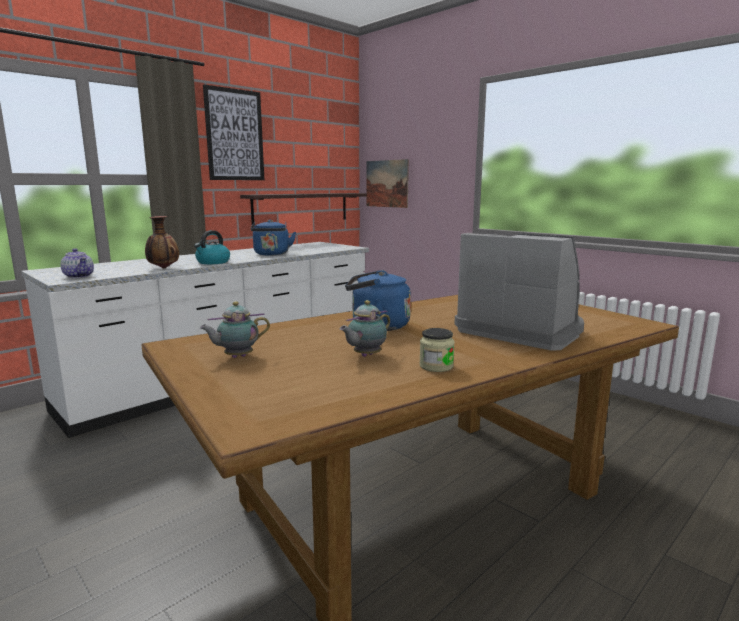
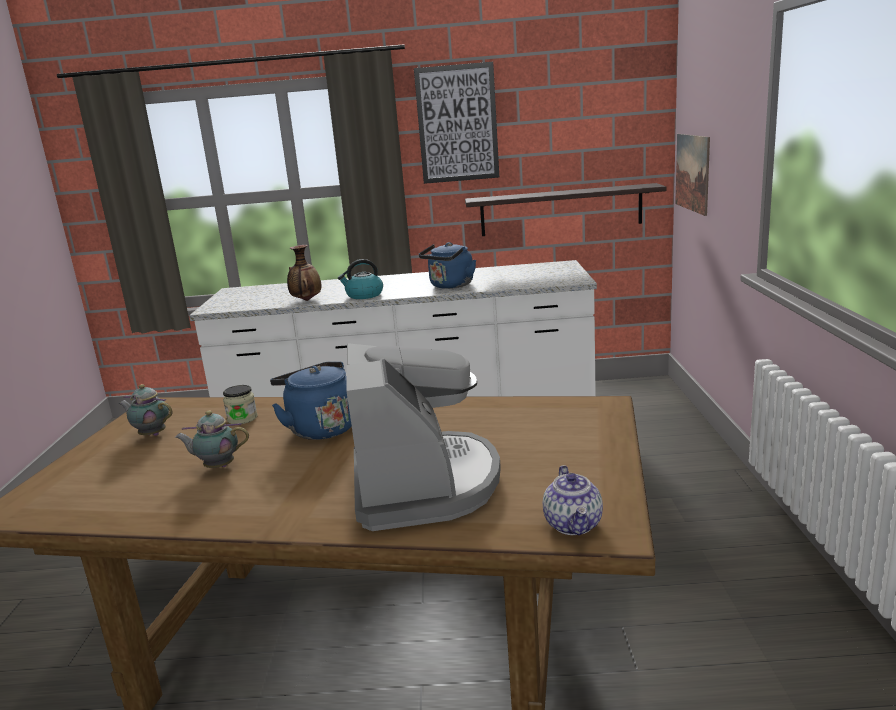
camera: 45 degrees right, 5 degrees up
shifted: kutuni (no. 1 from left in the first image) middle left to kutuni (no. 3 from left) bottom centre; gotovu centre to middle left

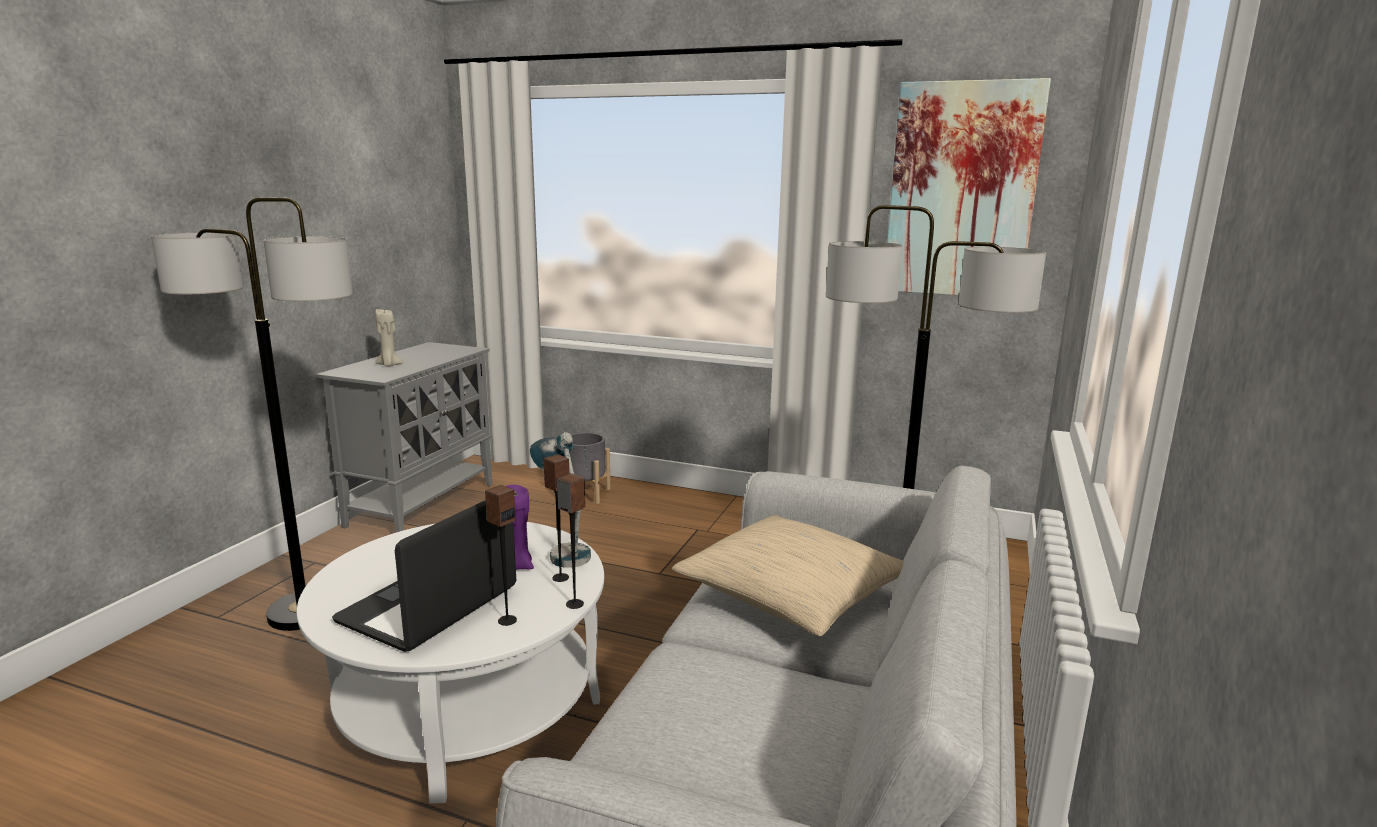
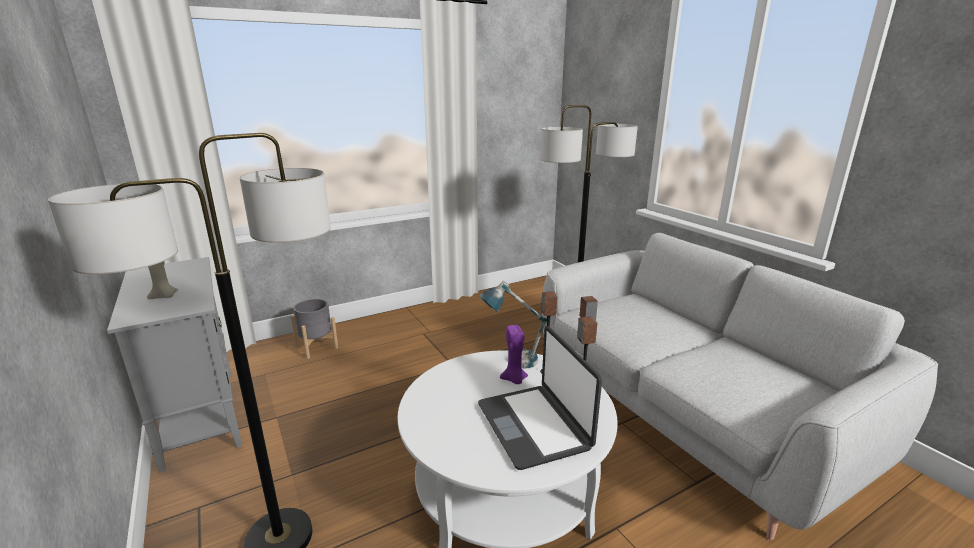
camera: 50 degrees left, 5 degrees up
gone: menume top right; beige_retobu bottom centre

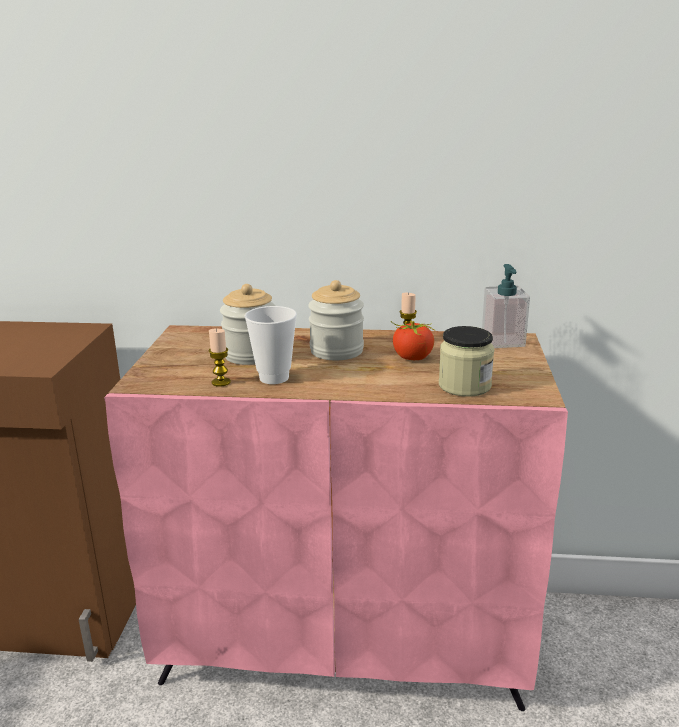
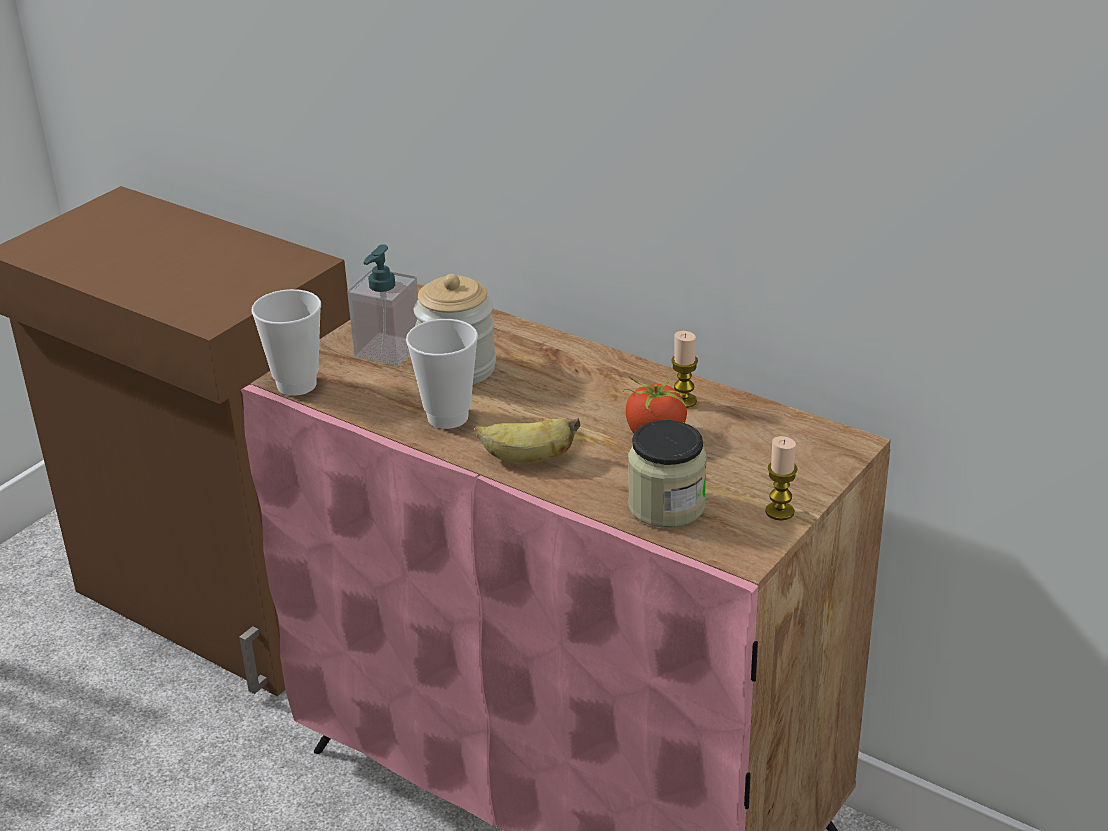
camera: 30 degrees right, 10 degrees up
gone: gotovu (no. 2 from left) centre
new: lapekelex (no. 1 from left) middle left; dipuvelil centre
shifted: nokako middle right to centre; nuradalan (no. 1 from left in the first image) middle left to nuradalan (no. 2 from left) middle right

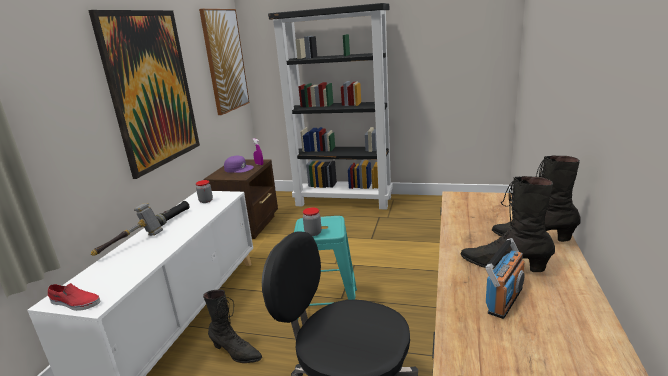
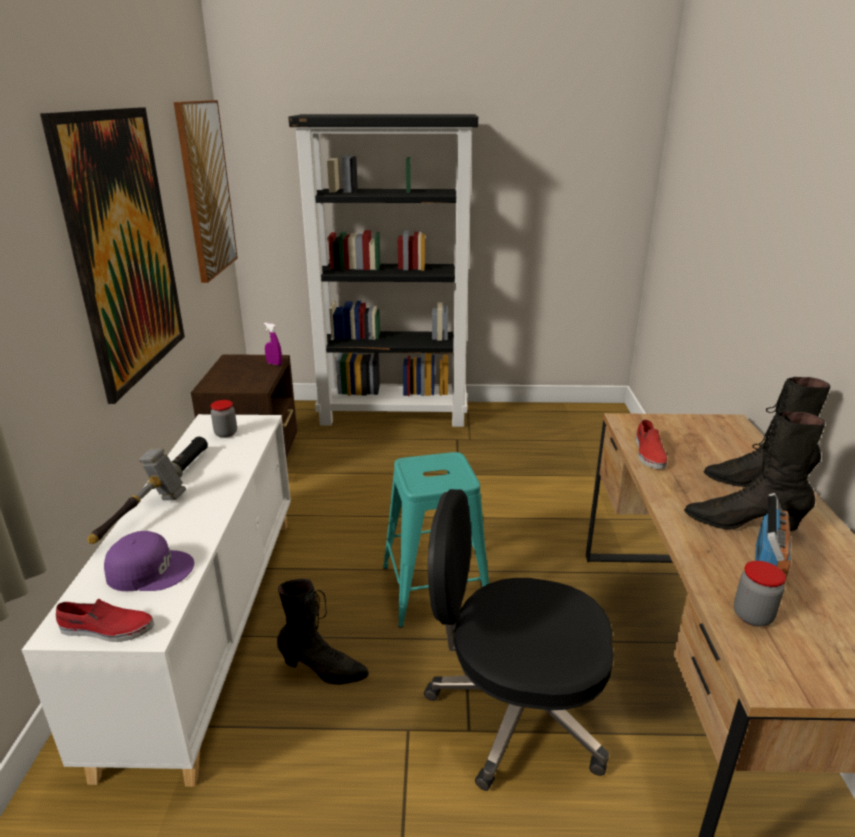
camera: 15 degrees left, 5 degrees up
new: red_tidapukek (no. 2 from left) middle right
shifted: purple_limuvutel centre to bottom left; gotovu (no. 2 from left) centre to bottom right

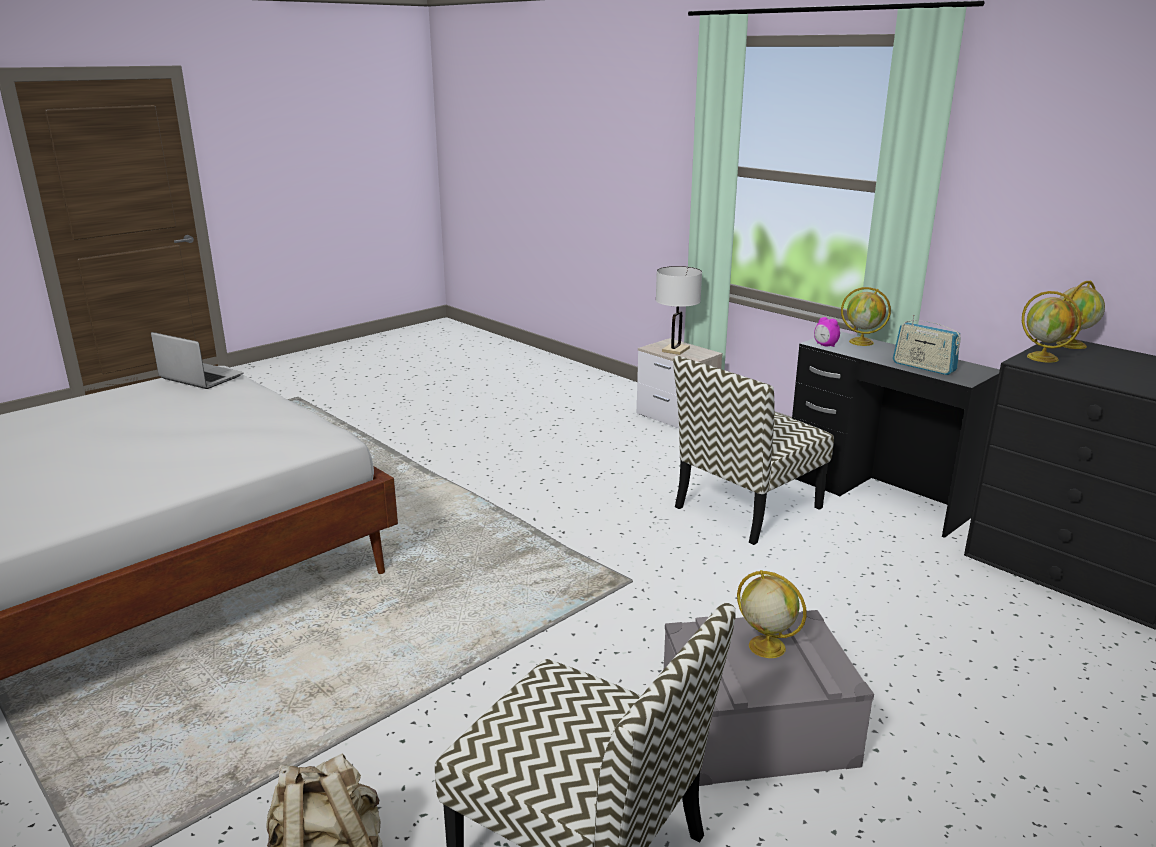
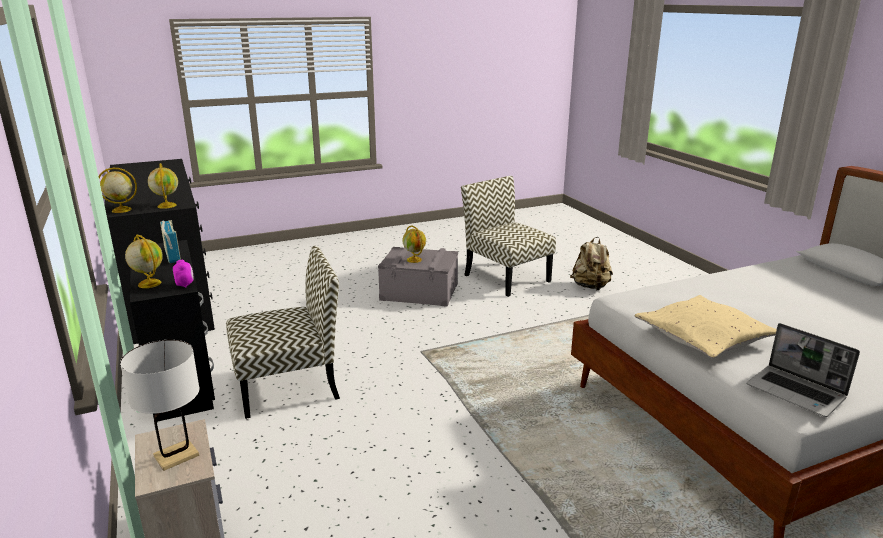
camera: 160 degrees left, 0 degrees up
new: beige_retobu middle right

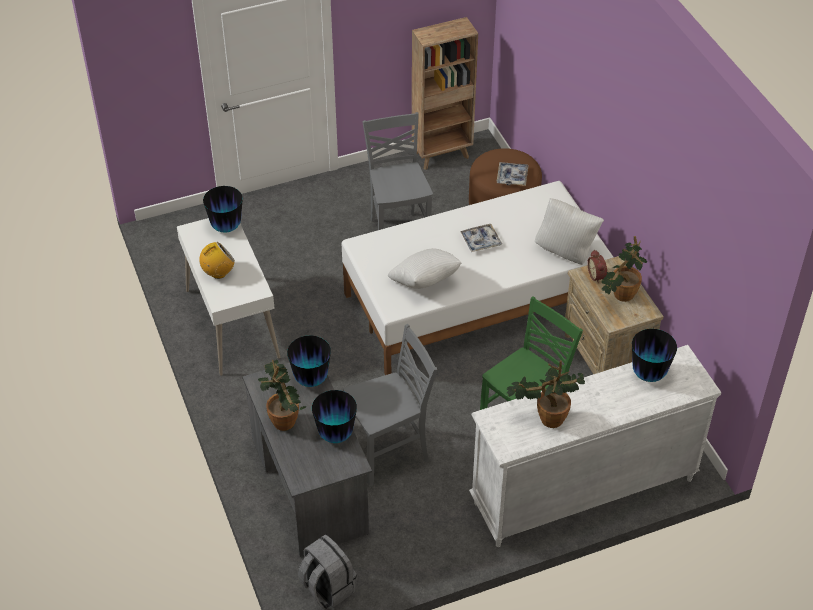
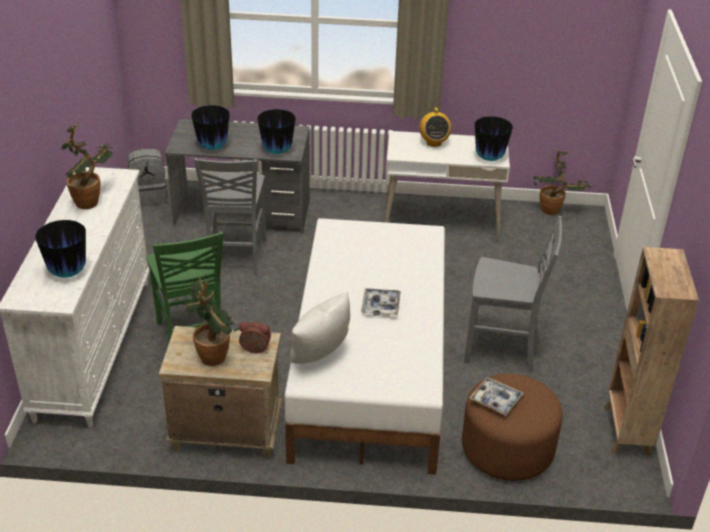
camera: 115 degrees right, 10 degrees down
gone: white_retobu (no. 1 from left) centre
shifted: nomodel (no. 1 from left in the first image) centre to nomodel (no. 3 from left) middle right

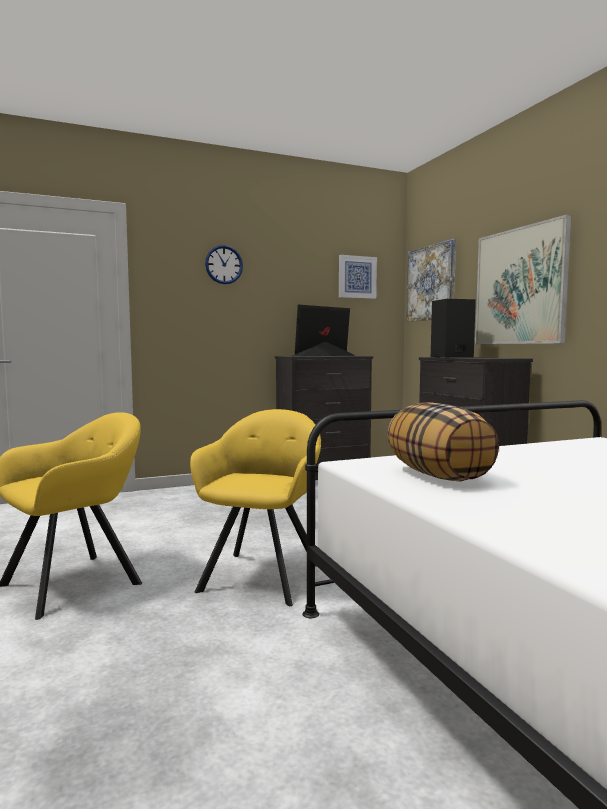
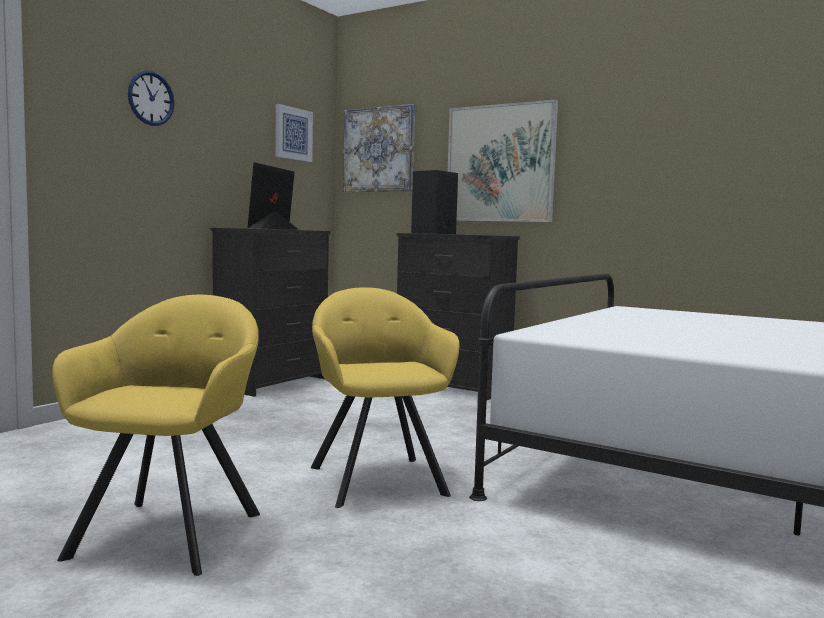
camera: 35 degrees left, 0 degrees up
gone: retobu middle right

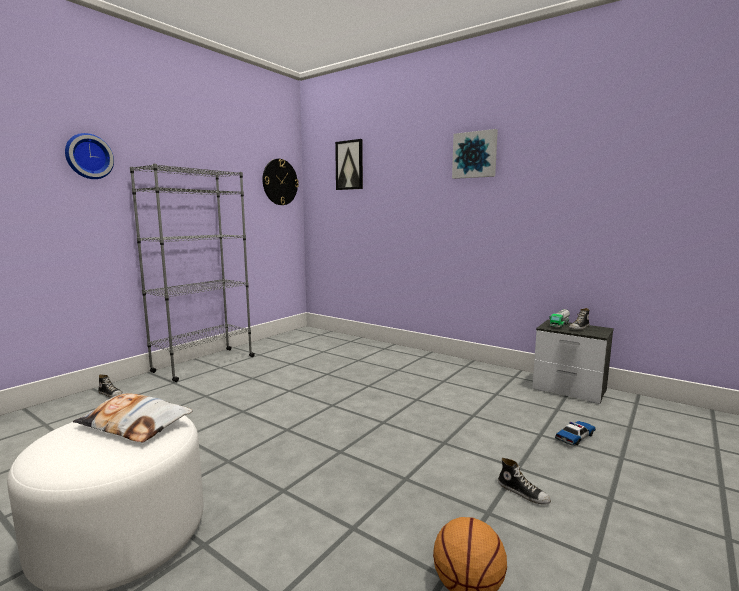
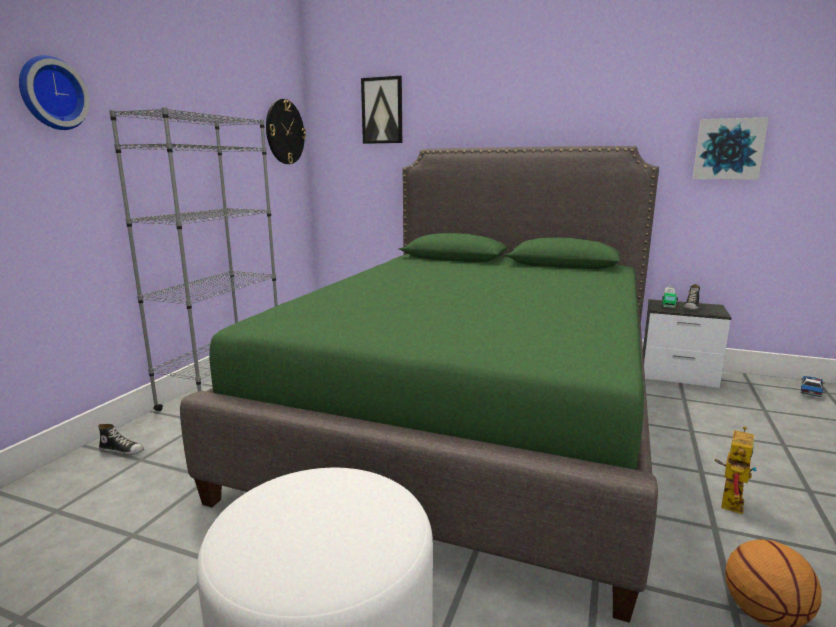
camera: 15 degrees left, 5 degrees up
gone: retobu bottom left
new: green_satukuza centre
shifted: menume (no. 2 from left) top centre to top right; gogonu bottom right to middle right
swapped: tidapukek (no. 2 from left) bottom right to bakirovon bottom right

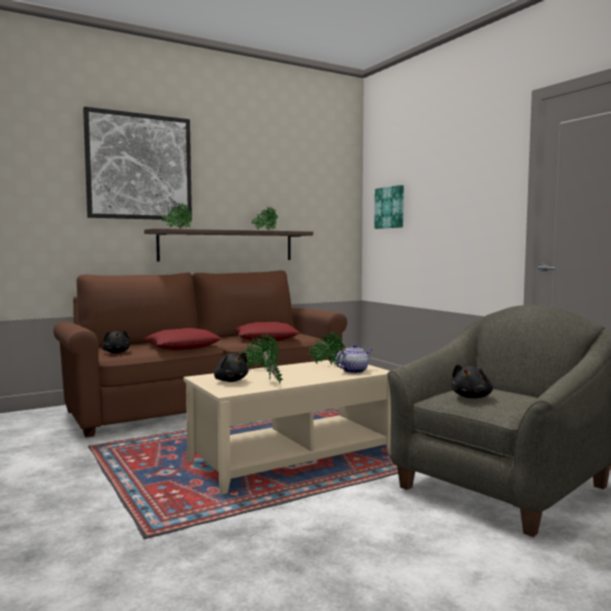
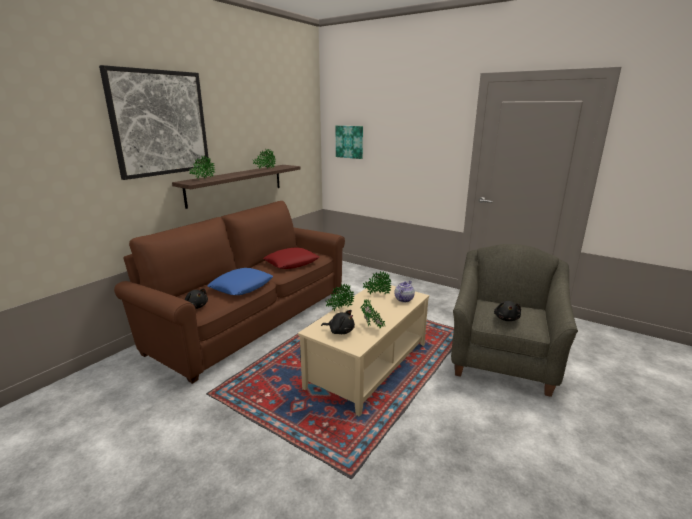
camera: 25 degrees left, 15 degrees up
repainted: red_retobu (no. 1 from left) middle left to blue_retobu centre

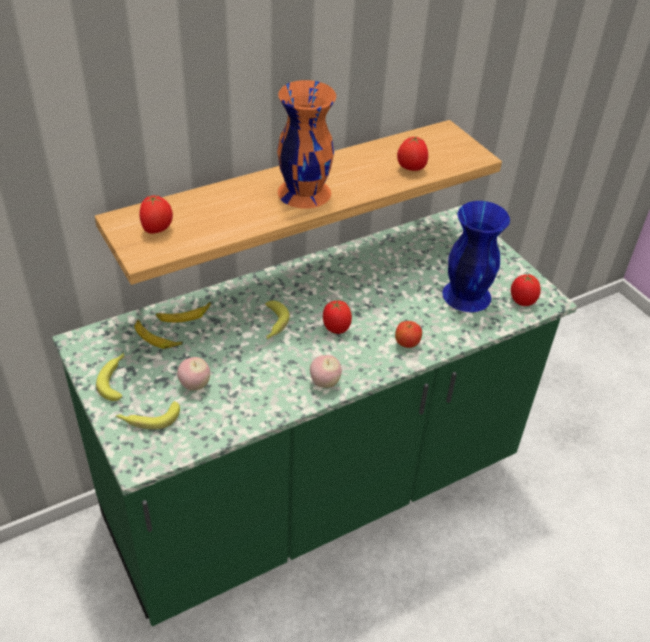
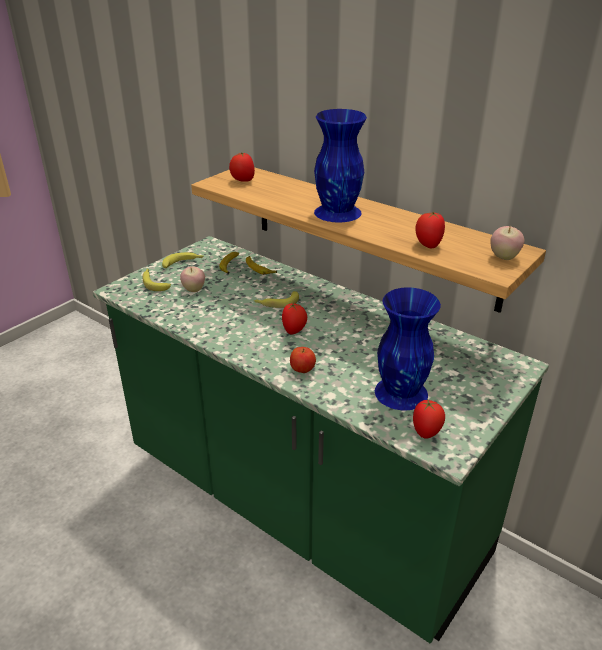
camera: 70 degrees right, 10 degrees down
shifted: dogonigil (no. 2 from left in the first image) centre to dogonigil (no. 3 from left) middle right
repainted: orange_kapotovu top centre to blue_kapotovu (no. 1 from left) top centre

